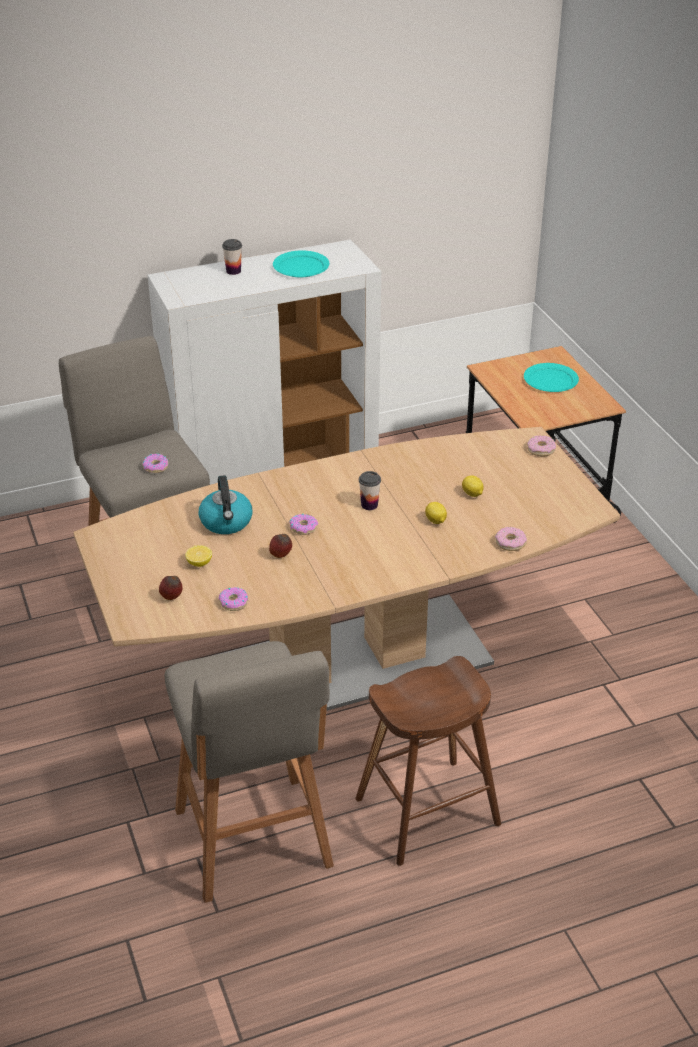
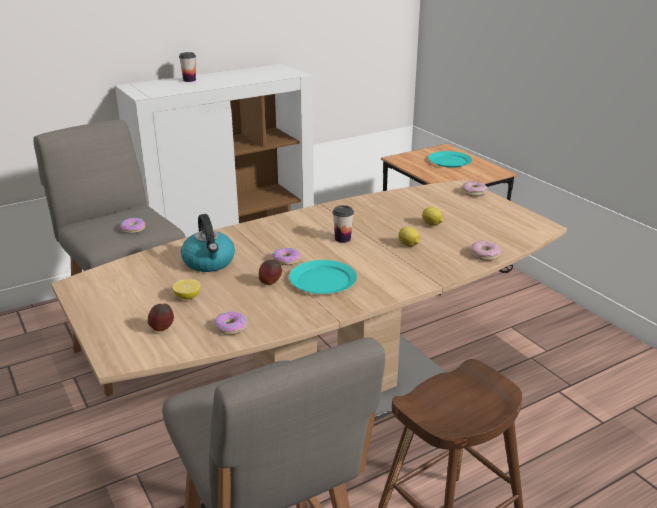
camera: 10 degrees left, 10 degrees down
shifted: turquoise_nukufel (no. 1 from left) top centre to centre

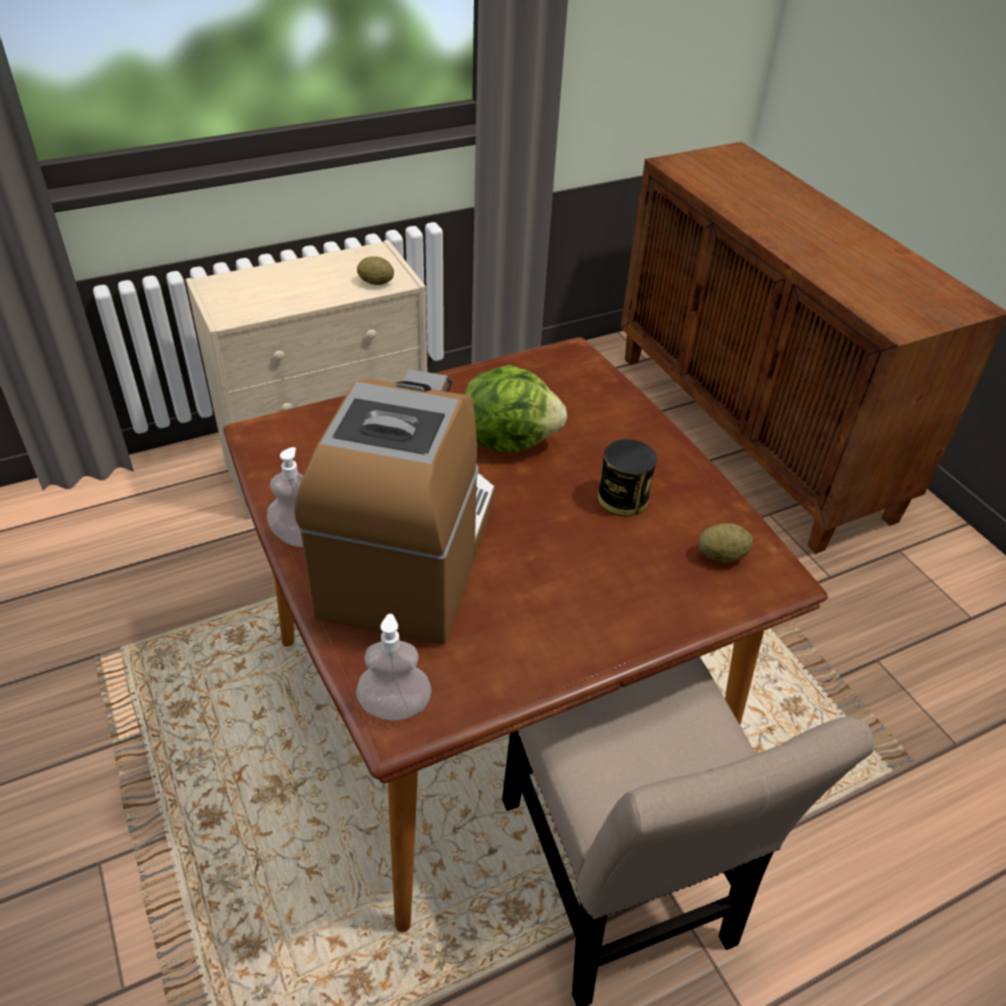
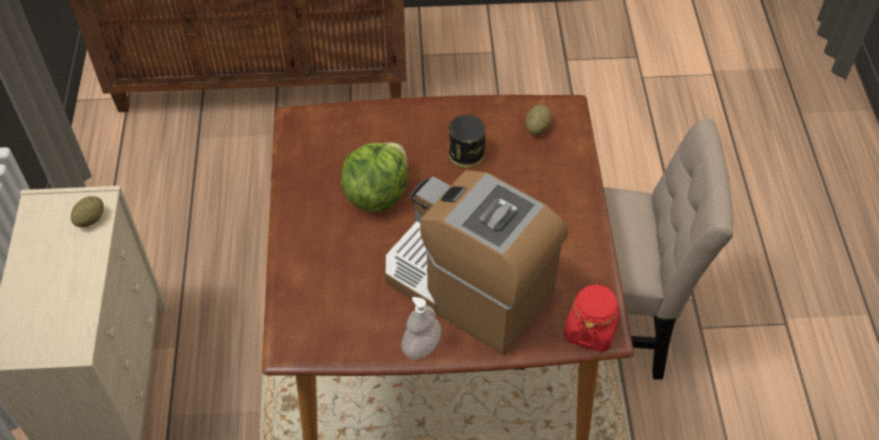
camera: 65 degrees left, 10 degrees up
swapped: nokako (no. 2 from left) centre to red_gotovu bottom right

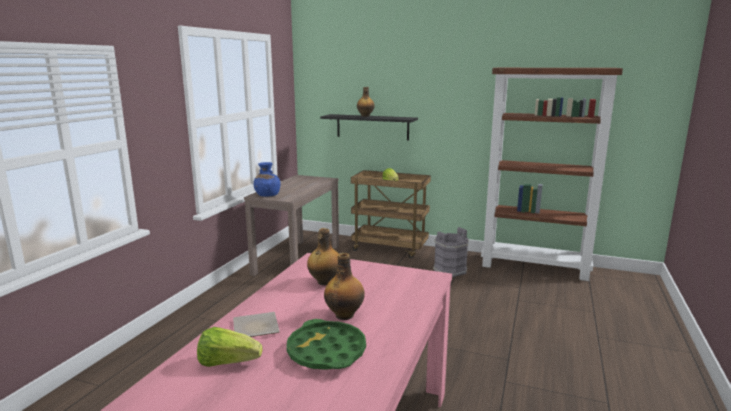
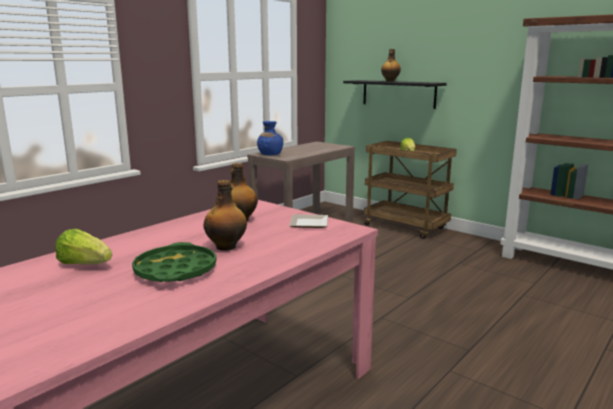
camera: 20 degrees right, 0 degrees up
gone: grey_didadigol centre
shifted: nukufel bottom centre to centre

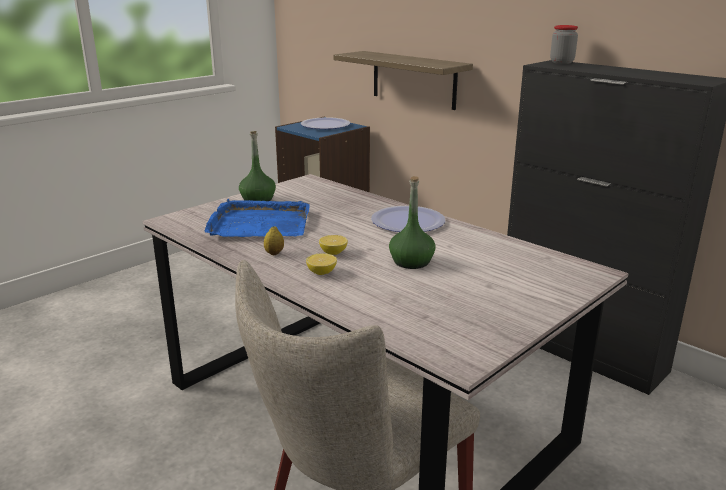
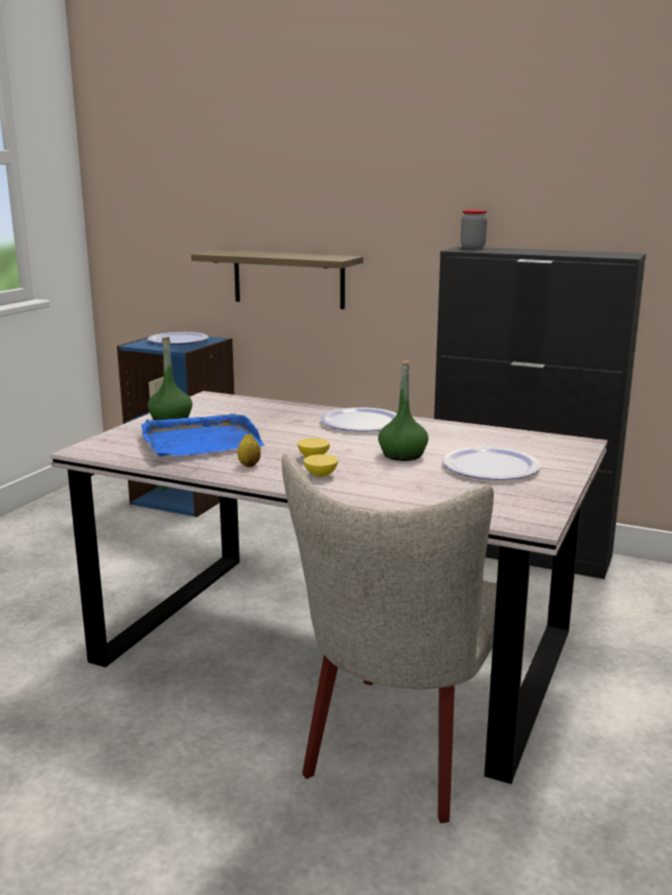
camera: 20 degrees left, 5 degrees down
new: nukufel (no. 3 from left) middle right

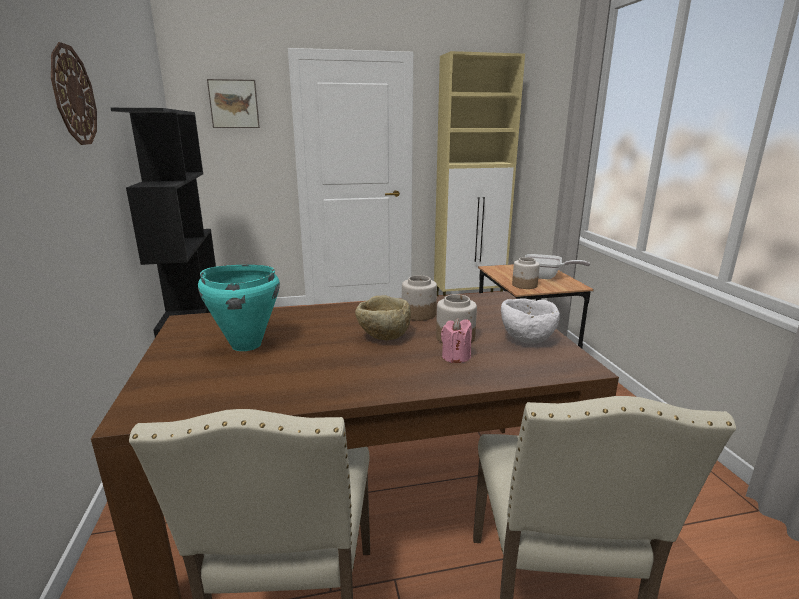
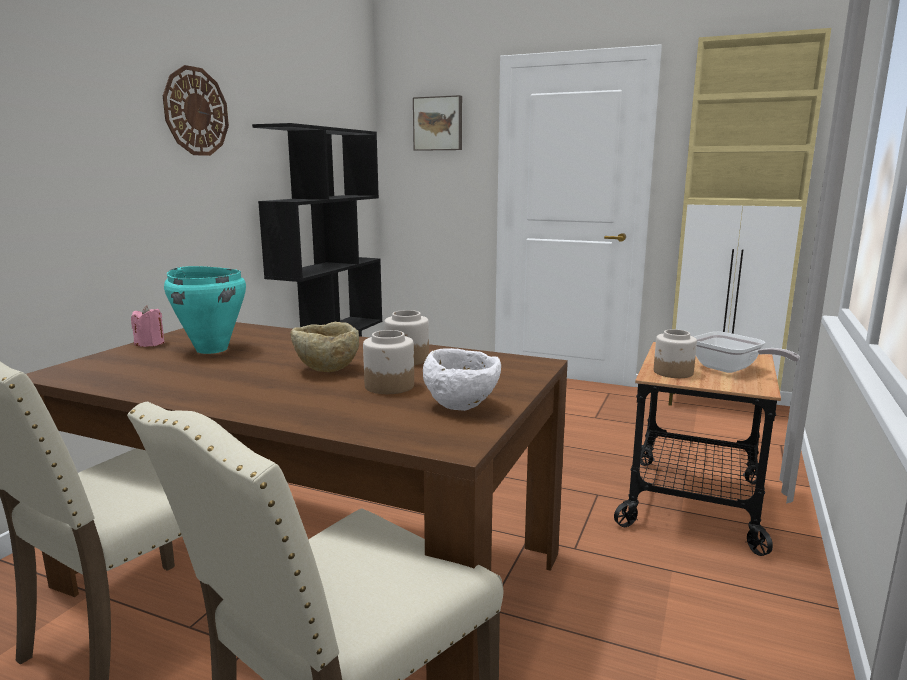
camera: 35 degrees right, 5 degrees down
shifted: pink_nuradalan centre to middle left

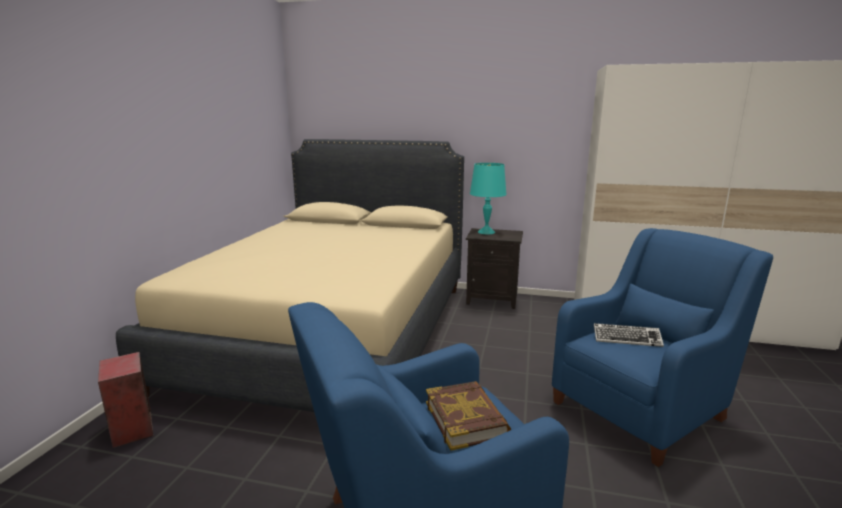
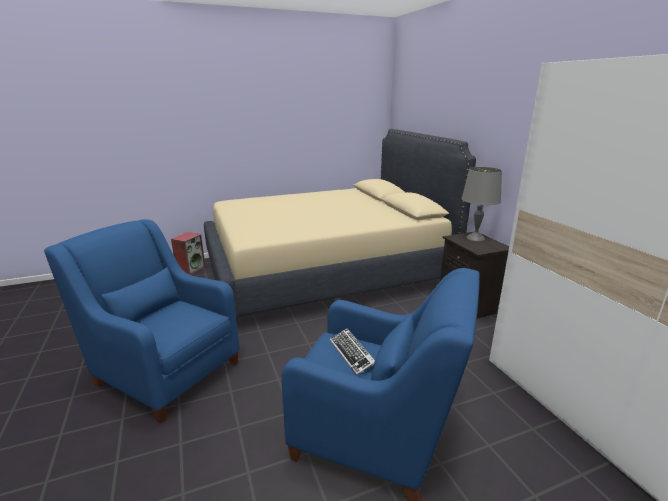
camera: 55 degrees right, 5 degrees up
gone: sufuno bottom centre
repainted: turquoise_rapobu centre to grey_rapobu middle right

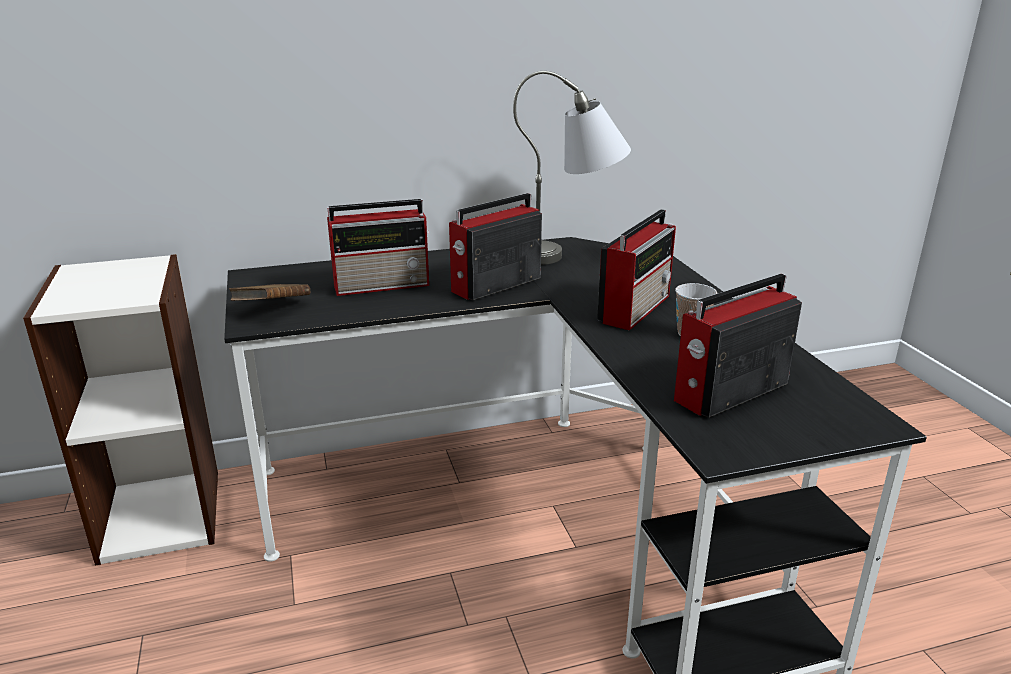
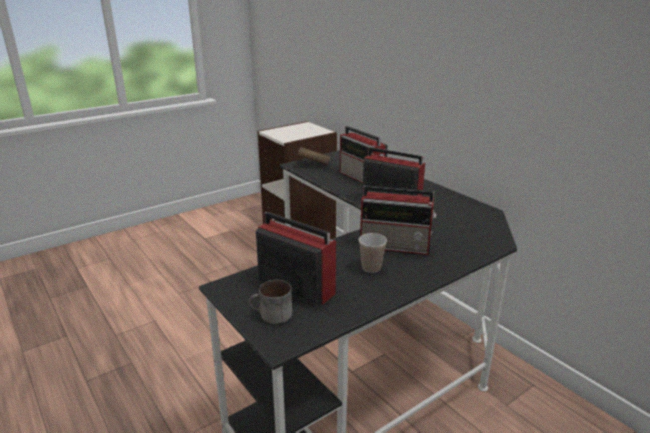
camera: 70 degrees right, 0 degrees up
gone: grey_rapobu top centre
new: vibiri bottom centre

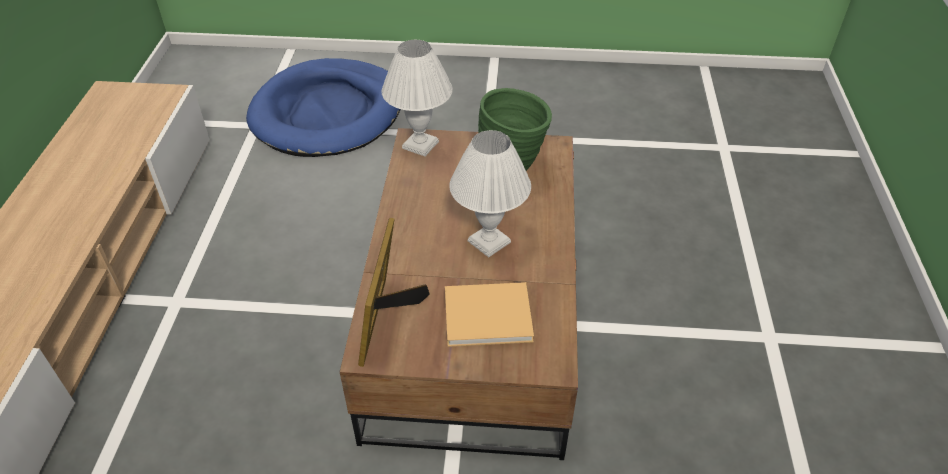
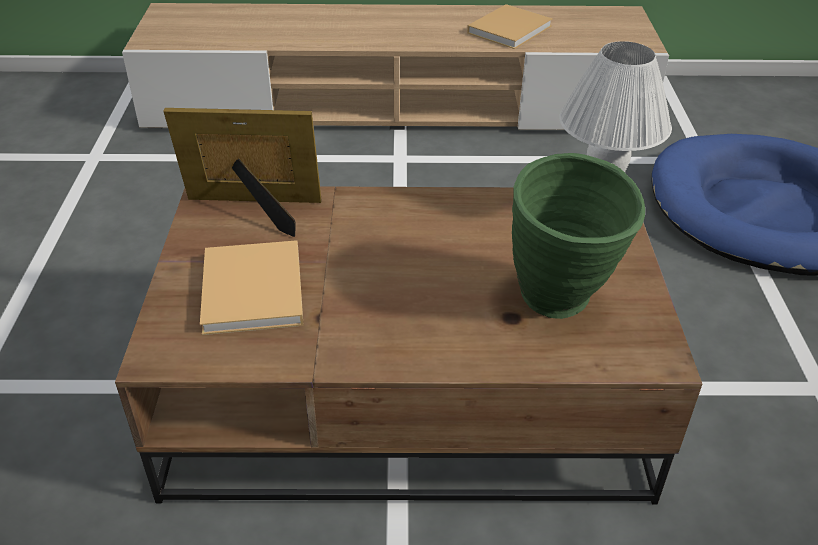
camera: 85 degrees right, 5 degrees down
gone: white_rapobu (no. 2 from left) centre
new: beige_sufuno (no. 2 from left) top centre

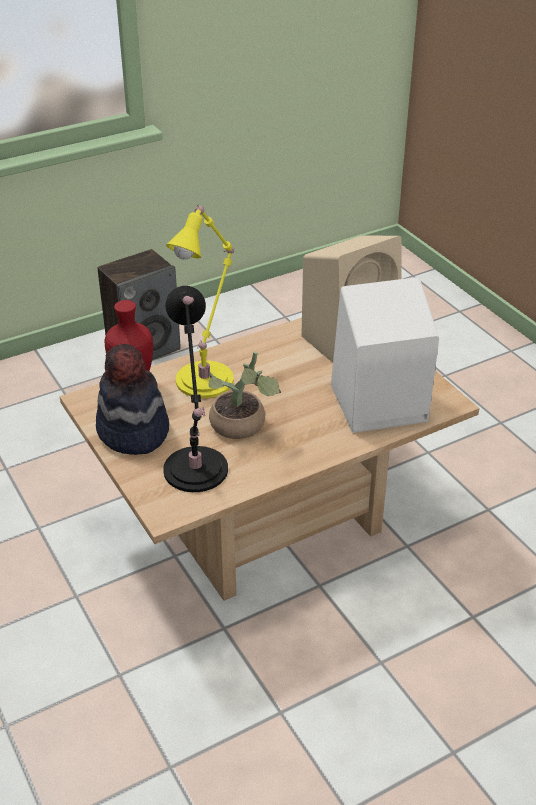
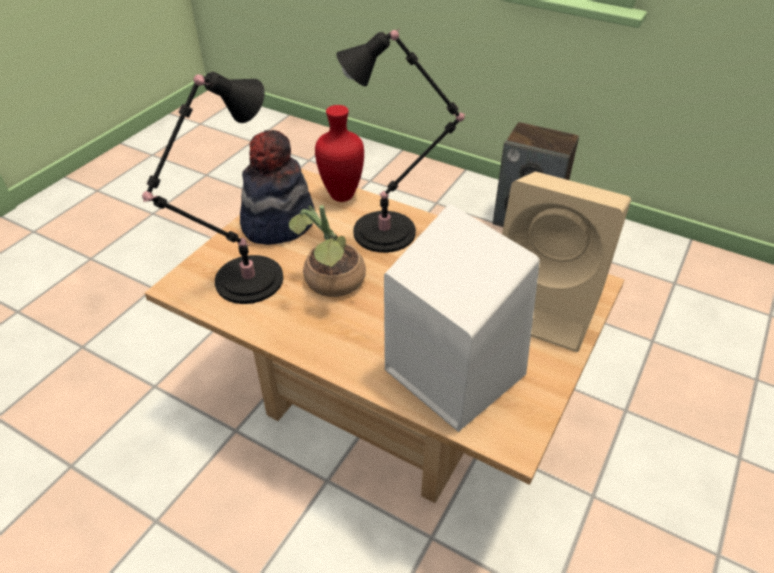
camera: 60 degrees right, 5 degrees up
repainted: yellow_rapobu centre to black_rapobu (no. 2 from left) top centre

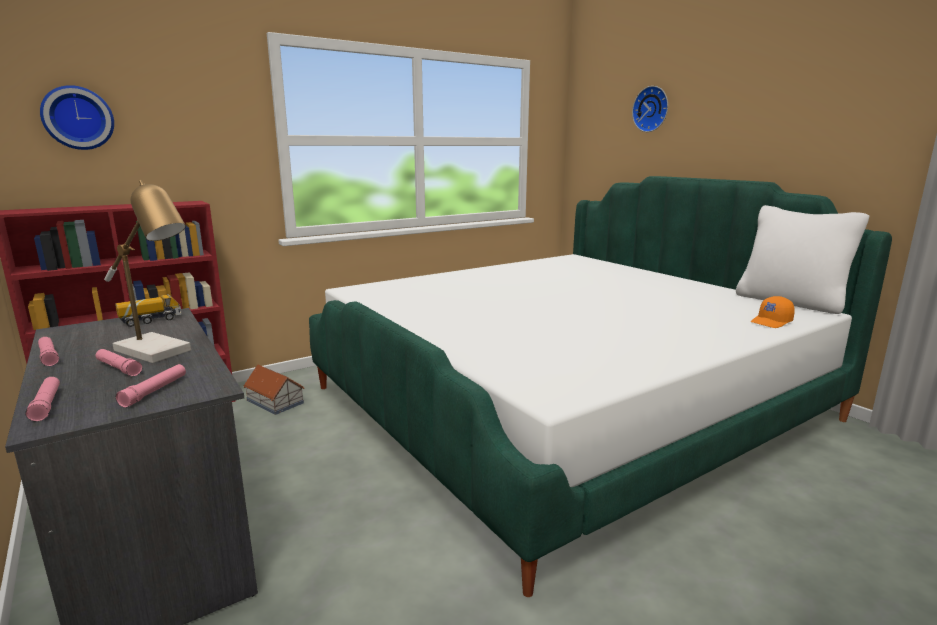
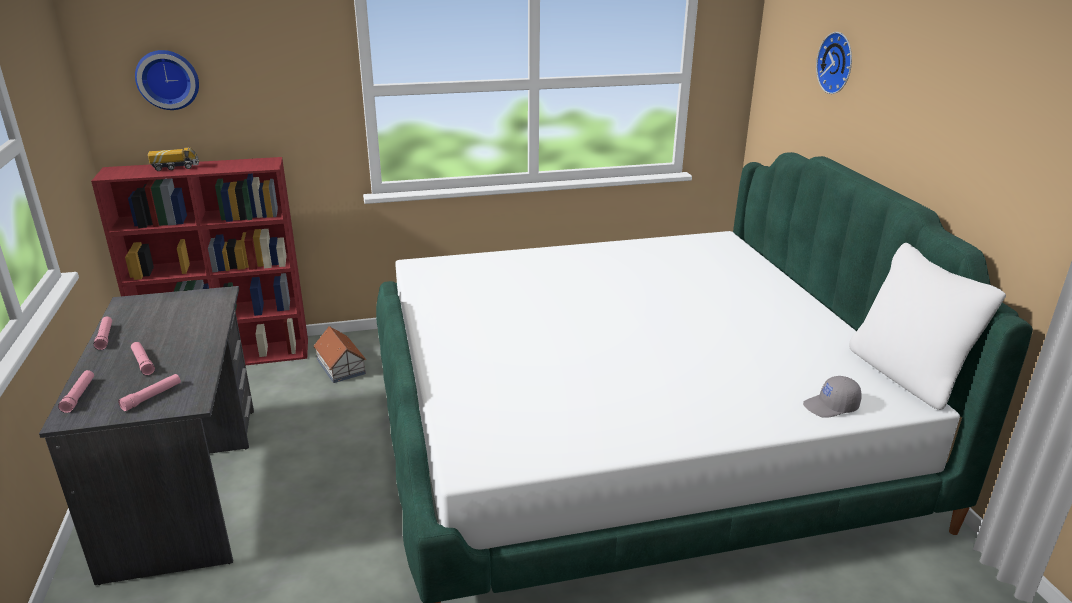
camera: 20 degrees right, 10 degrees up
gone: rapobu middle left
shifted: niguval middle left to top left
repainted: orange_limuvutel middle right to grey_limuvutel middle right

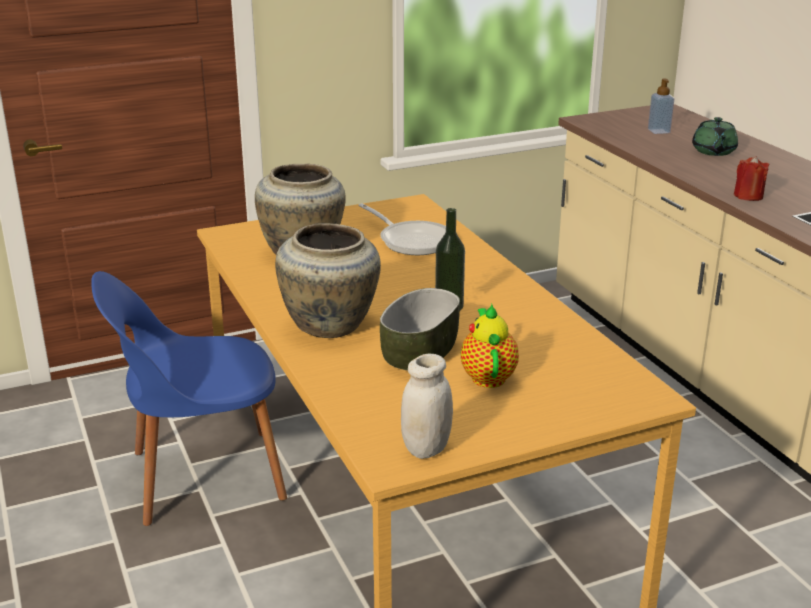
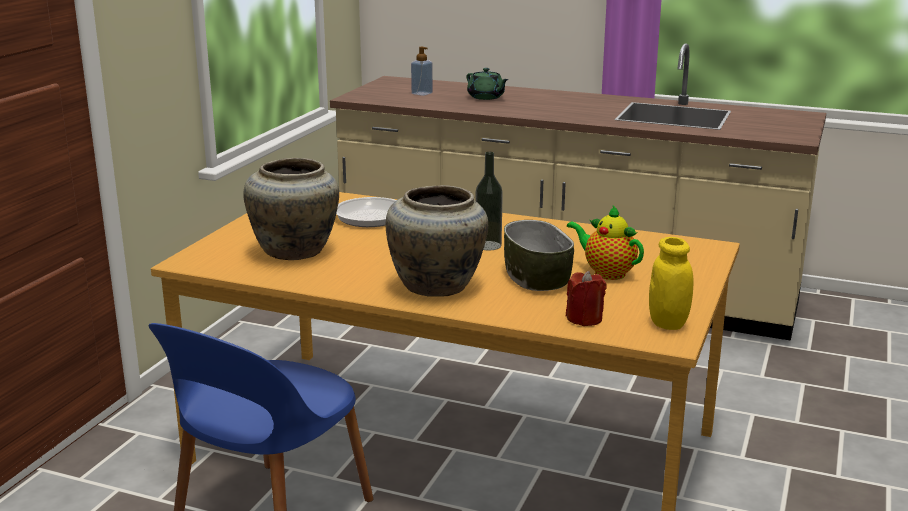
camera: 45 degrees left, 5 degrees down
shifted: red_nuradalan top right to centre
repainted: white_gotovu bottom centre to yellow_gotovu middle right

